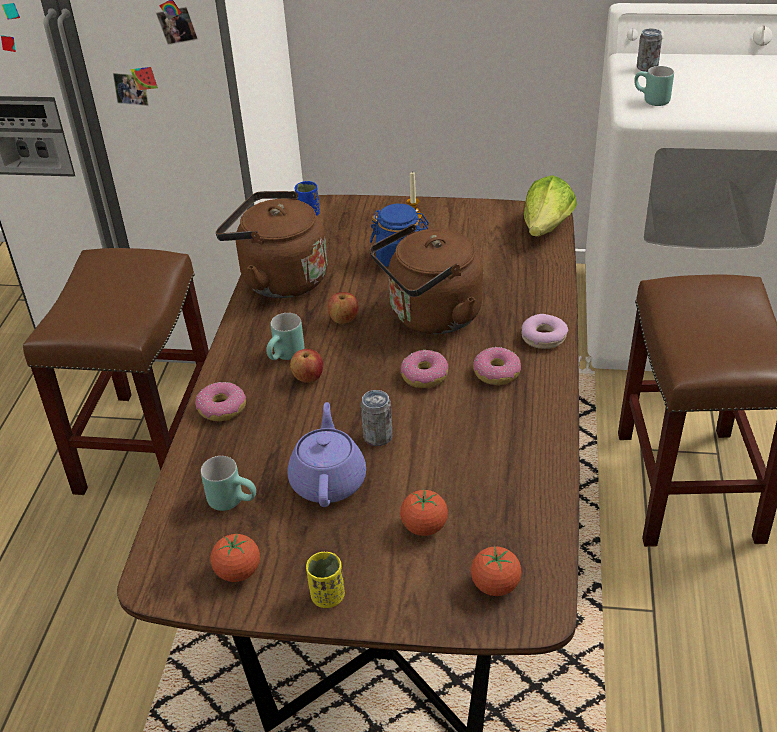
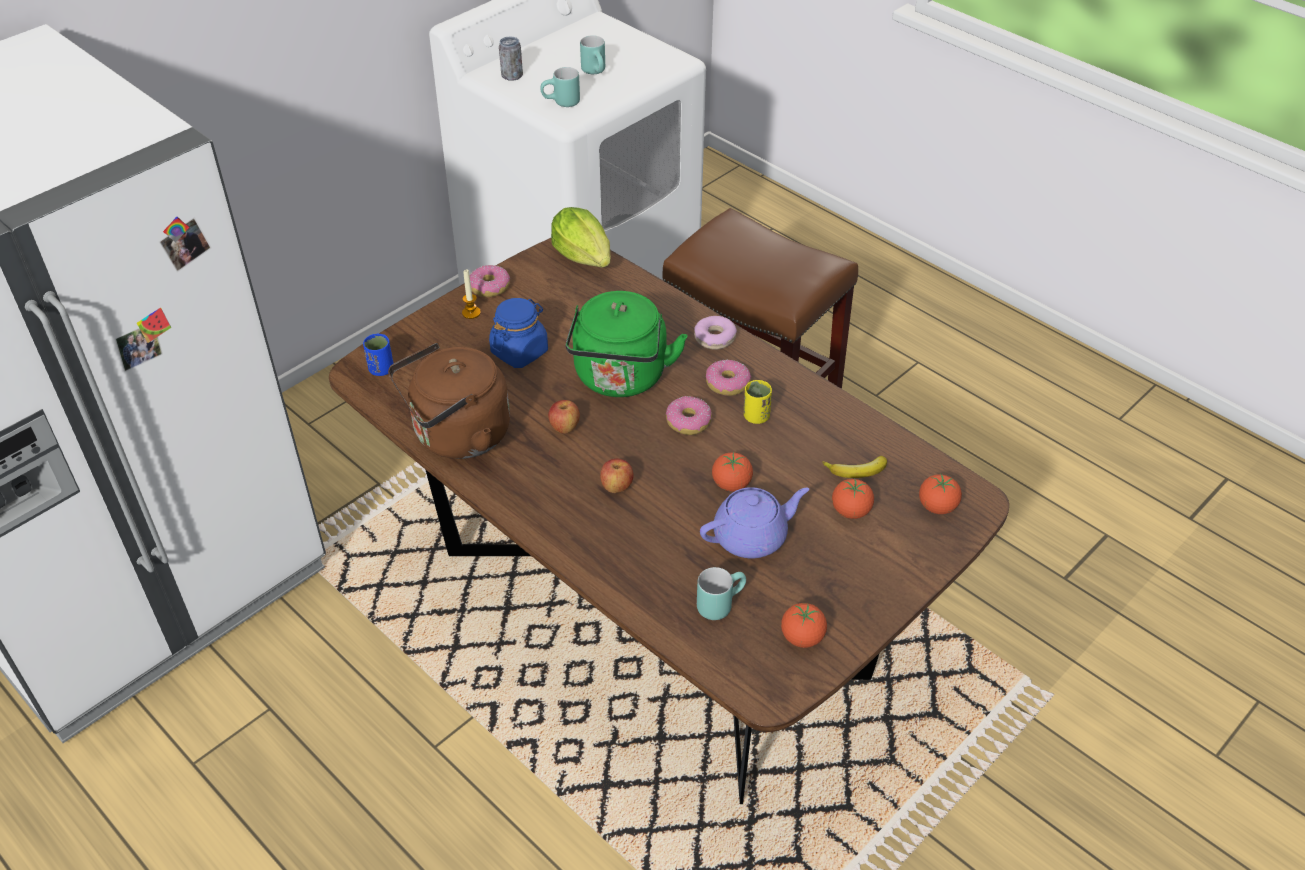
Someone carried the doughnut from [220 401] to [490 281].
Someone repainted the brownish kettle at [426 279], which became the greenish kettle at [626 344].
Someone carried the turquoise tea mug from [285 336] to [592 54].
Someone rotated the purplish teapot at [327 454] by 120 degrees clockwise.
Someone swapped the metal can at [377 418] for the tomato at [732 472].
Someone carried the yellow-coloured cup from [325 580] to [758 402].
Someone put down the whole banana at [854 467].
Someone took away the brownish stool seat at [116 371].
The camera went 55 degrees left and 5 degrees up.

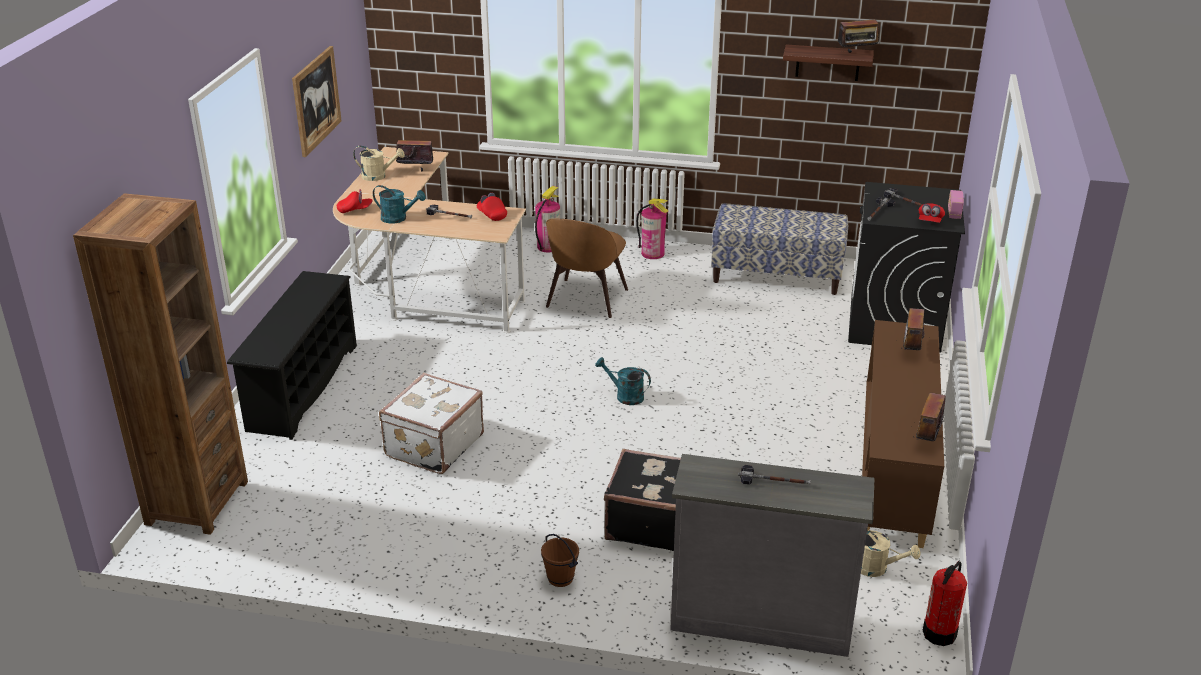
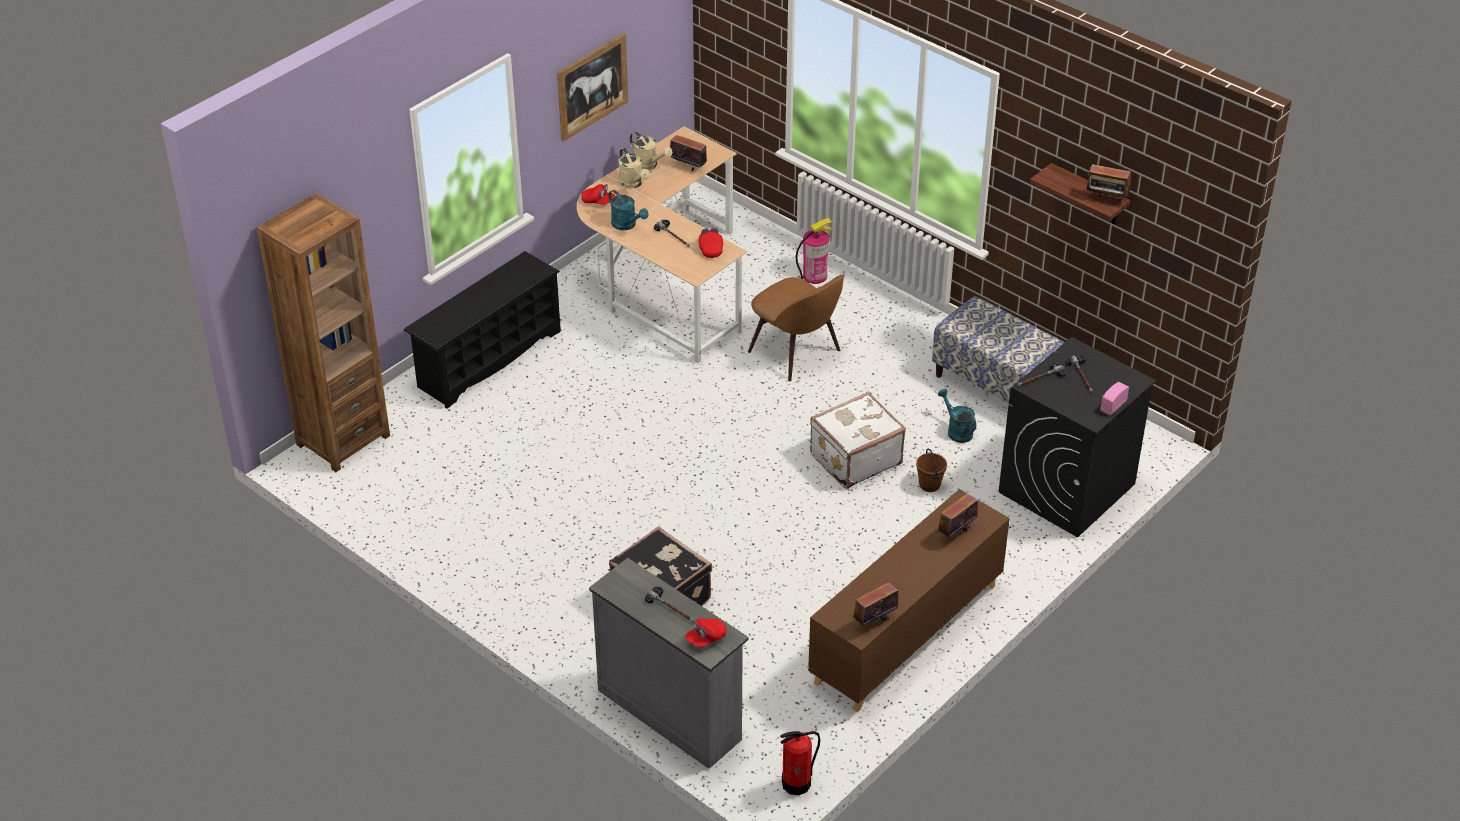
Someone carried the beige-coloured sprinkling can from [890 553] to [634 168].
Someone carried the reddish cap from [931 213] to [706 633].
Someone rotated the brownish plain chair at [587 268] by 90 degrees counterclockwise.
Someone carried the white-coloured travel case from [431 423] to [858 440].
Someone carried the brownish water bucket from [560 560] to [931 470].
Someone carried the turquoise sprinkling can from [623 381] to [957 416].
Someone took away the extinguisher at [652 229].
The camera went 30 degrees right and 10 degrees up.

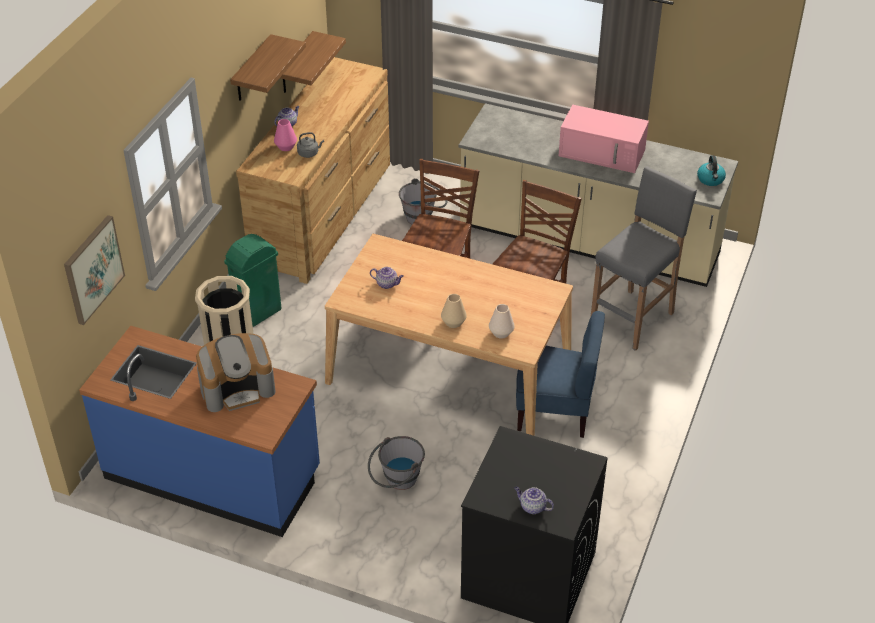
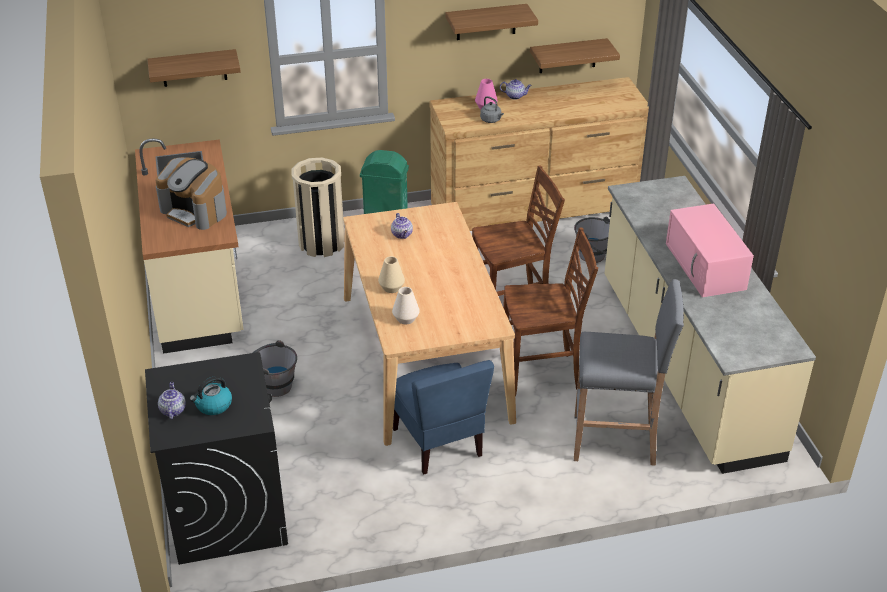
Someone repainted the blue-coloured counter at [199 431], which became the beige-coloured counter at [189 246].
Someone swapped the wall picture at [94 270] for the bracket shelf at [194 68].
Someone carried the kettle from [711 170] to [211 395].
The camera went 55 degrees right and 5 degrees down.

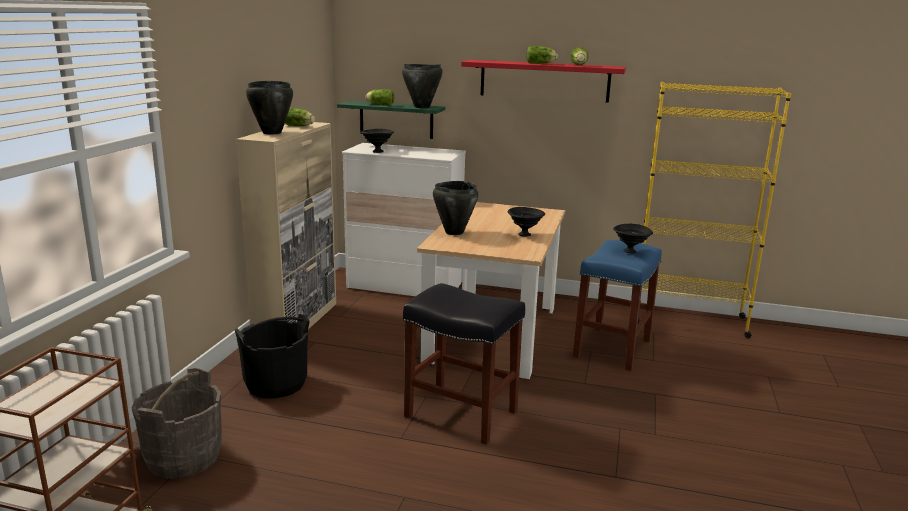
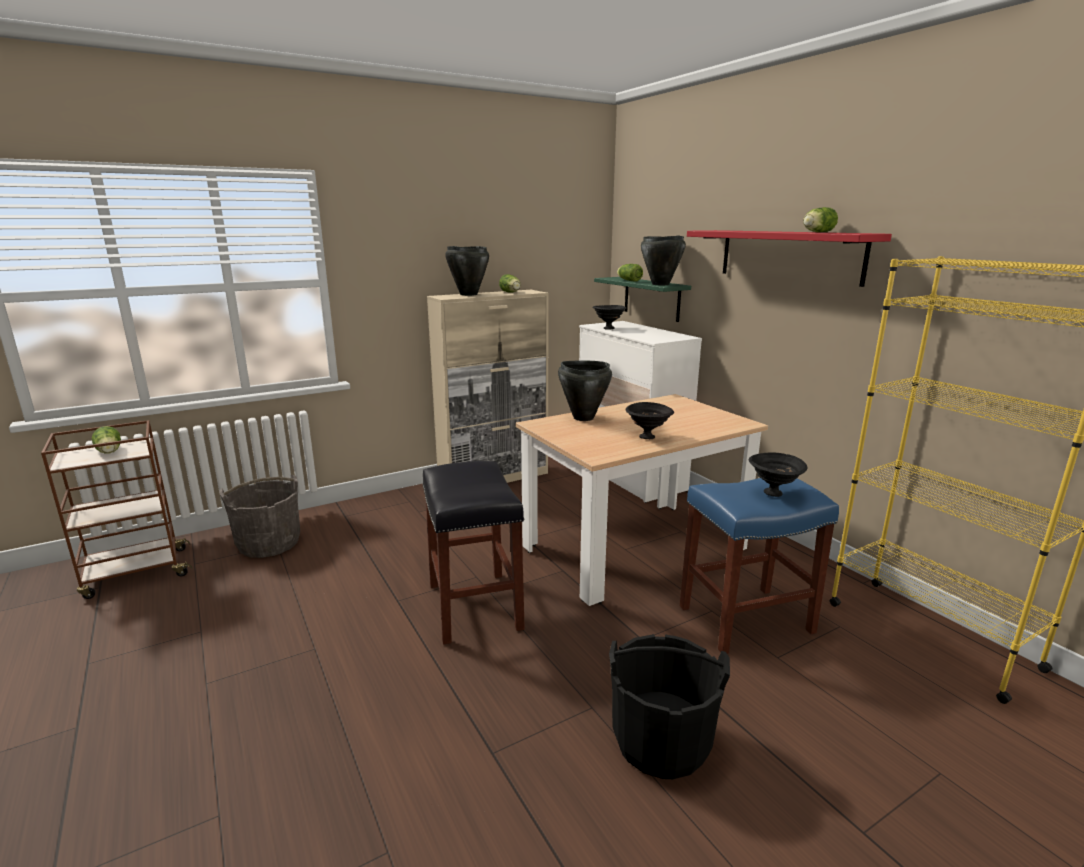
Someone carried the head of lettuce from [542 55] to [106 440].
Someone carried the black water bucket from [272 356] to [669 706].
The camera went 45 degrees right and 0 degrees up.

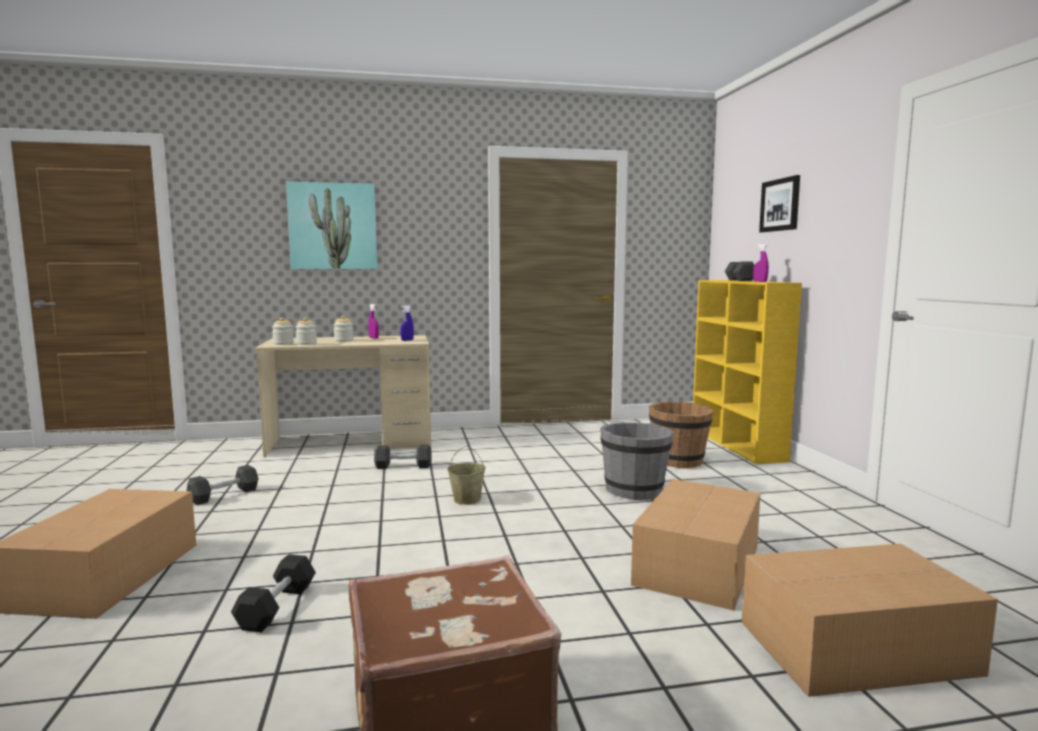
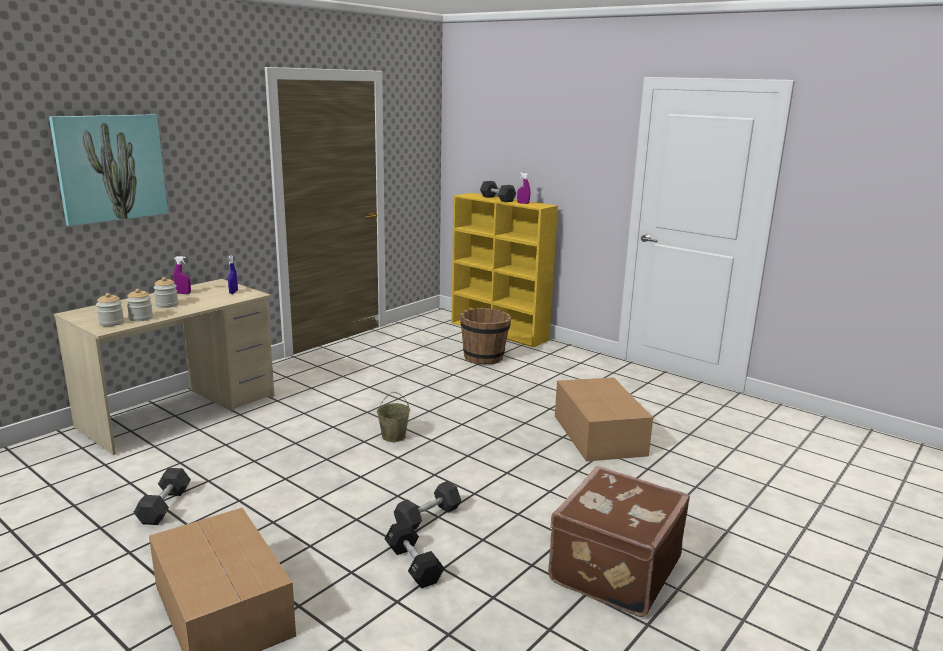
Someone carried the black hand weight from [403 456] to [427 505].
Someone took away the grey water bucket at [637 461].
Someone took away the packing box at [870 620].
Someone took away the wall picture at [779 203].
The camera went 40 degrees left and 10 degrees up.

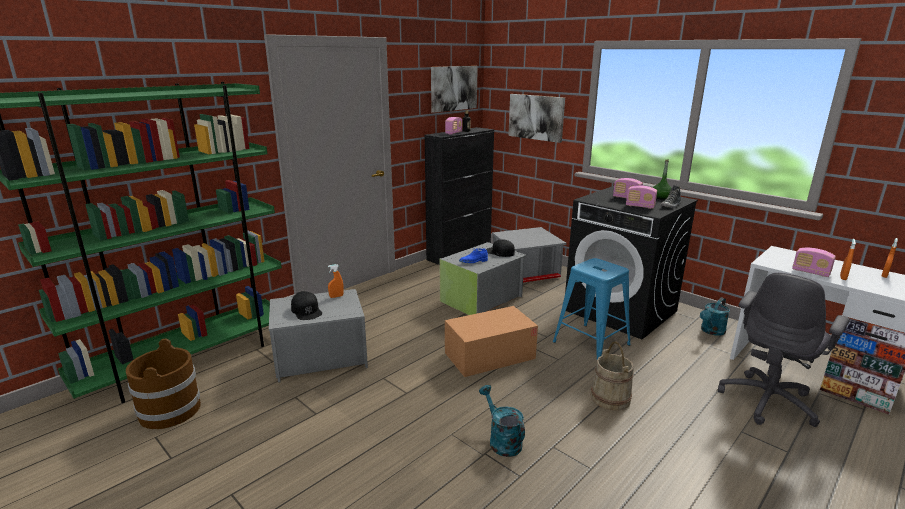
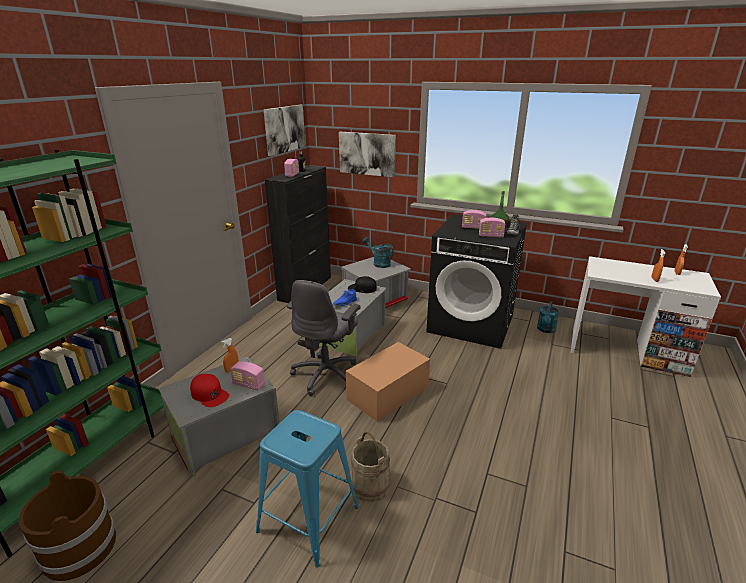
Someone repainted the black cap at [306 305], which became the reddish cap at [209 390].
Someone carried the radio from [814 262] to [247 376].
Someone carried the blue-coloured stool seat from [592 308] to [307 488].
Someone carried the grey desk chair from [784 349] to [324 338].
Someone carried the beige-coloured water bucket from [612 376] to [370 466].
Someone carried the turquoise sprinkling can from [502 421] to [378 252].
The camera went 20 degrees left and 5 degrees up.

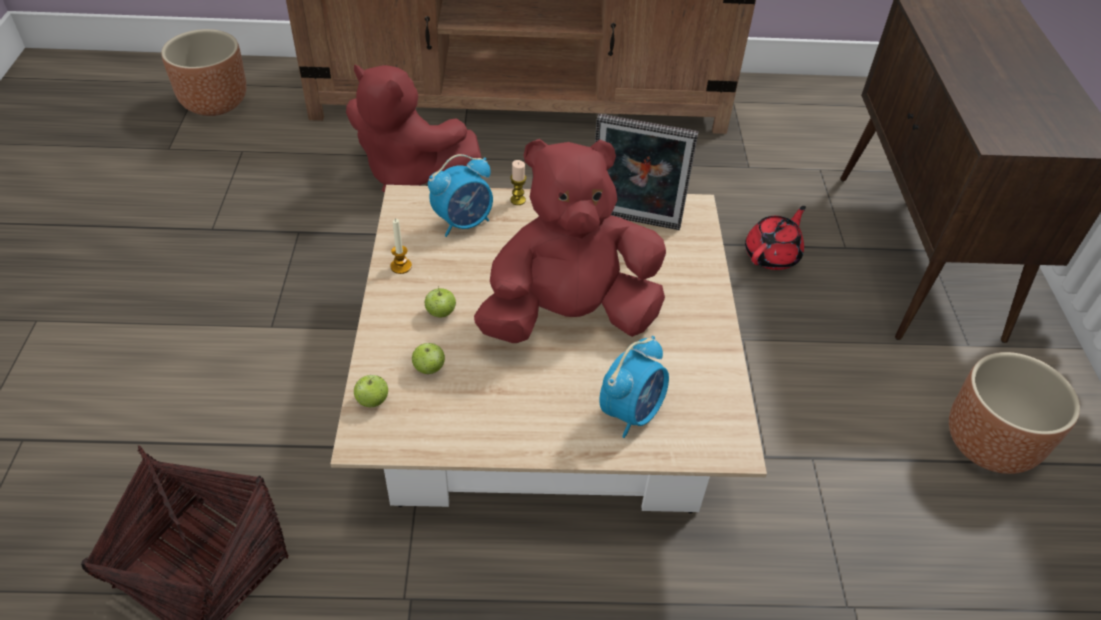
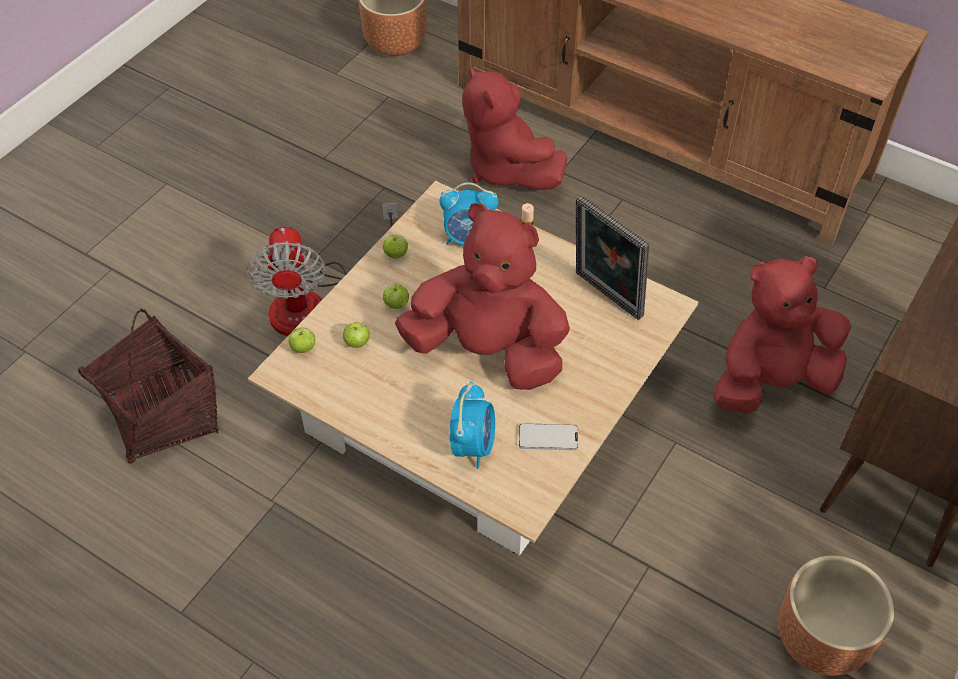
Someone put down the cooling fan at [322 269].
Someone swapped the wax candle at [401 246] for the apple at [395 247].
Someone rotated the alarm clock at [634 387] by 60 degrees counterclockwise.
Someone put down the handset at [548 436].
Someone swapped the reddish teapot at [775 238] for the reddish plush toy at [783 335].
The camera went 35 degrees right and 5 degrees up.

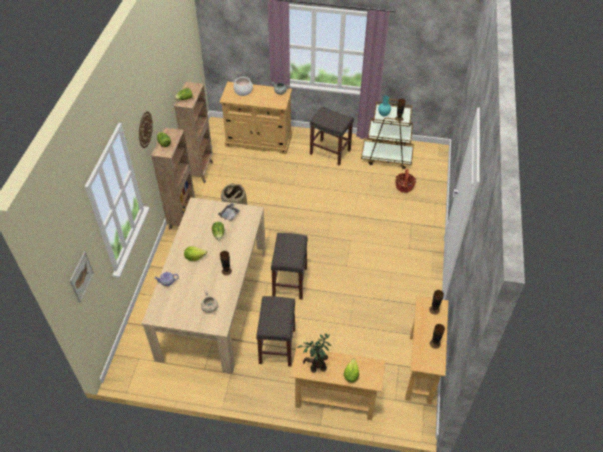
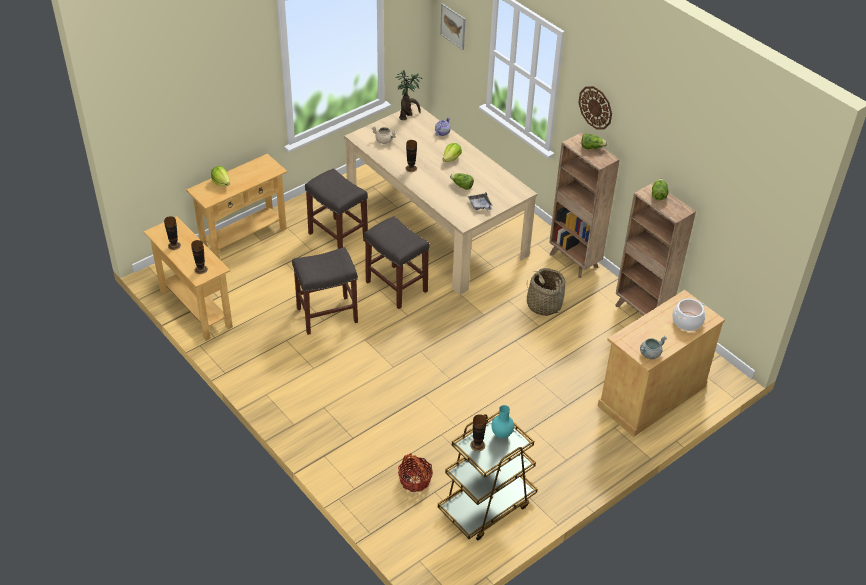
Someone carried the grey stool seat from [332 136] to [325 291].
Someone carried the plant in a pot from [314 353] to [409 95].
The camera went 130 degrees right and 5 degrees down.

